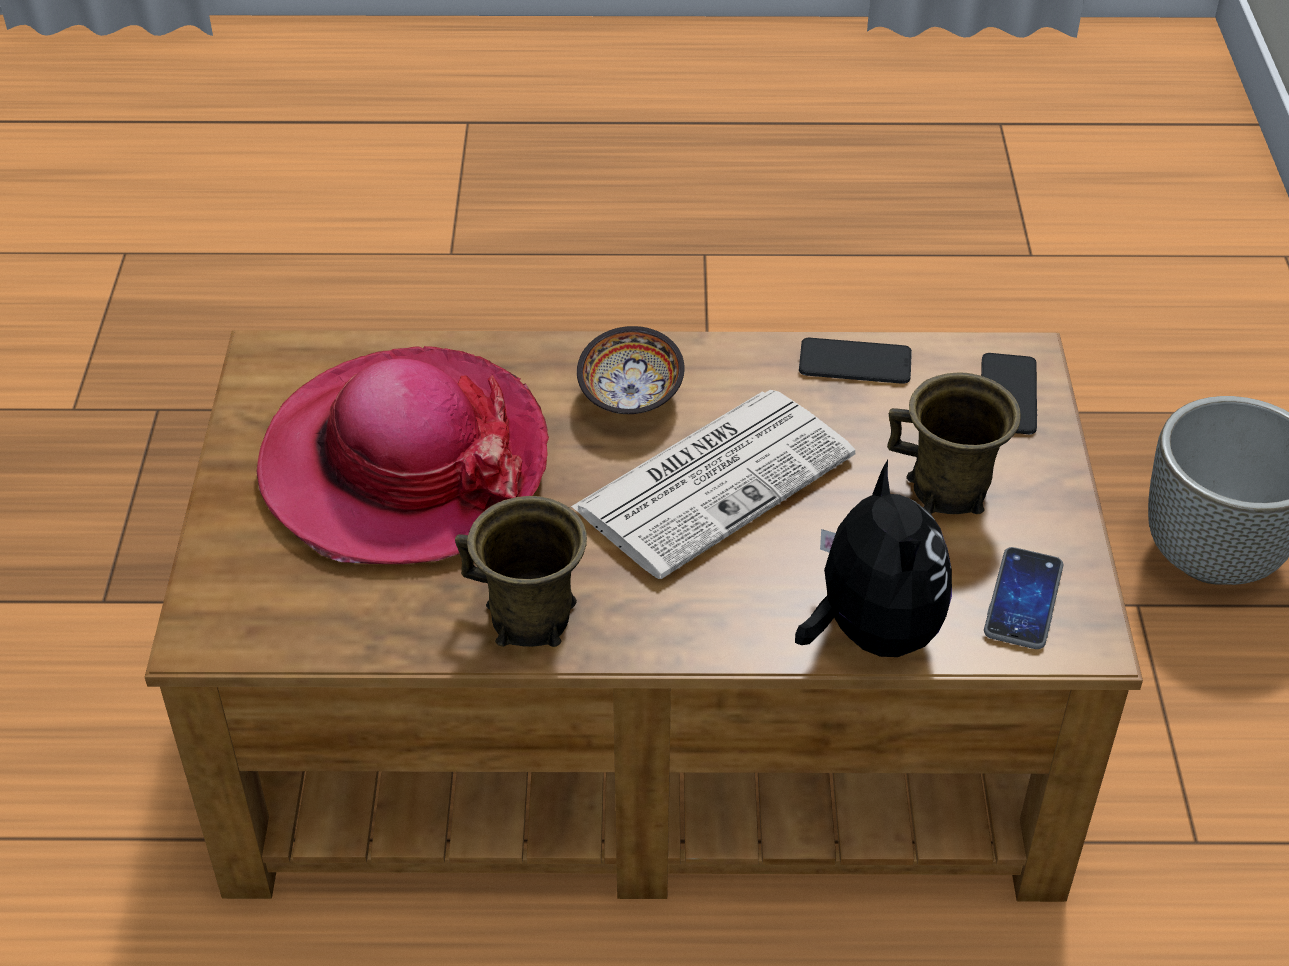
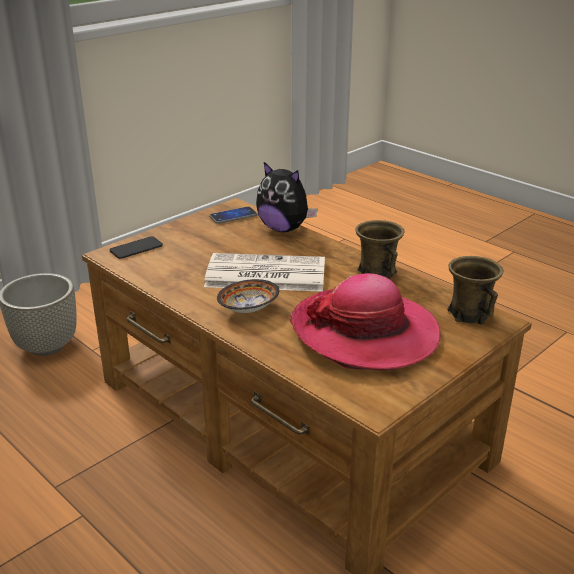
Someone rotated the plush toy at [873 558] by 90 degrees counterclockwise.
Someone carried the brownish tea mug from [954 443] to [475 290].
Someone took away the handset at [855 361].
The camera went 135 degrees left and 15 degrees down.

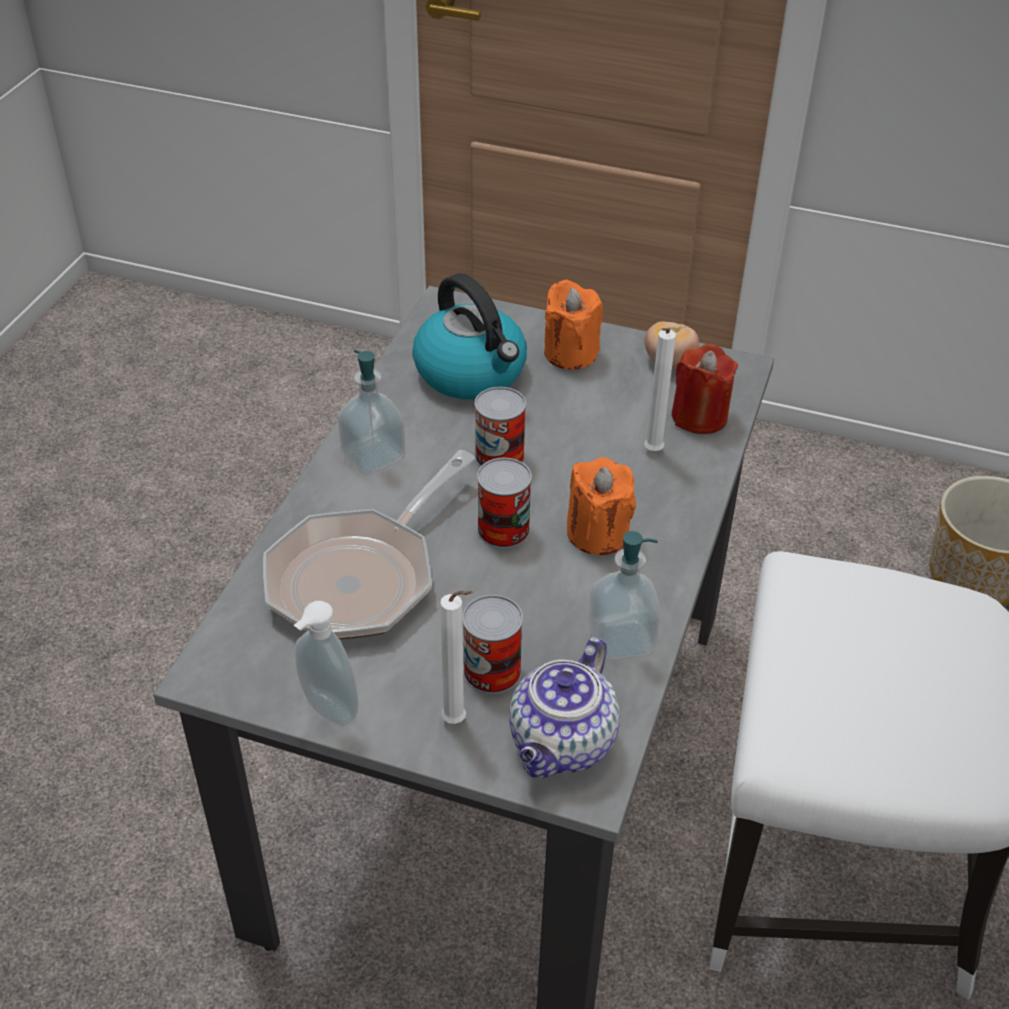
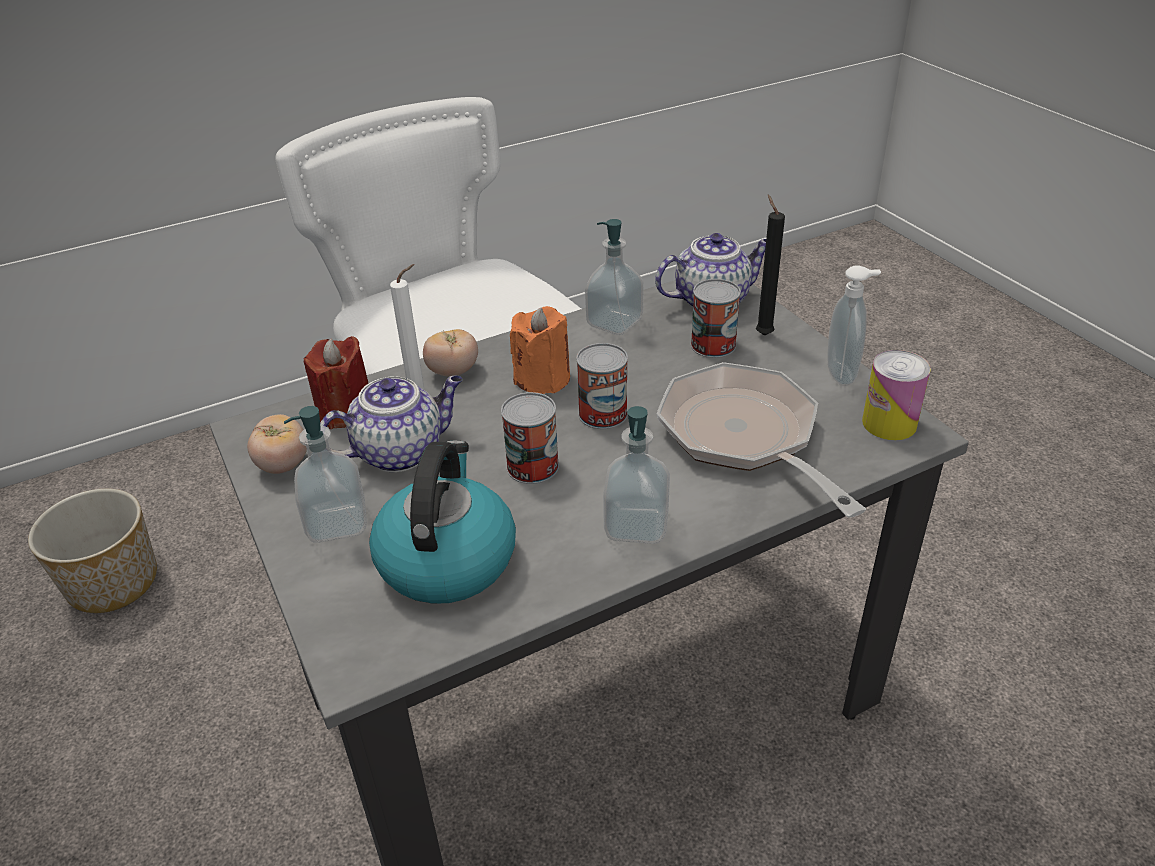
Someone swapped the orange wax candle at [573 324] for the soap bottle at [325 474].
Someone put down the teapot at [391 424].
Someone put down the tomato at [450 353].
Someone rotated the skillet at [369 544] by 105 degrees counterclockwise.
Someone repainted the white-coloured wax candle at [456 657], which became the black wax candle at [770 264].
Someone put down the metal can at [896 395].
The camera went 135 degrees left and 5 degrees down.

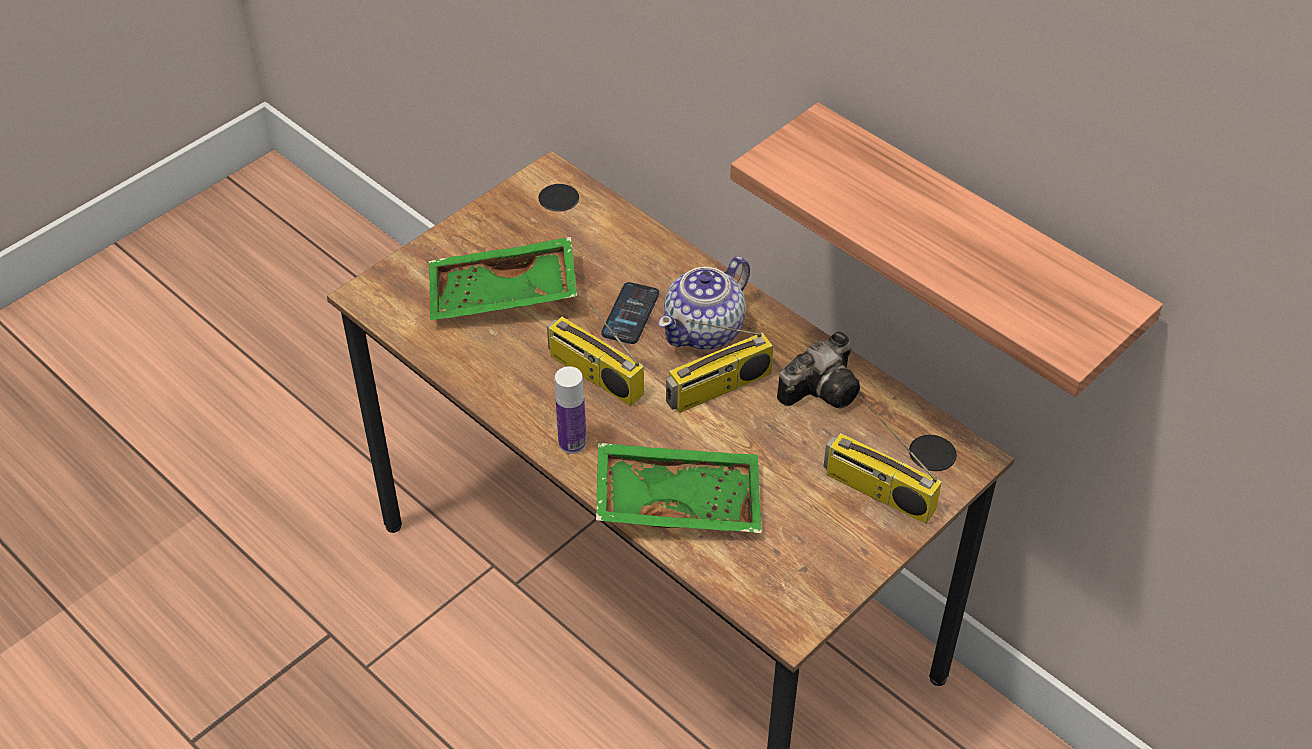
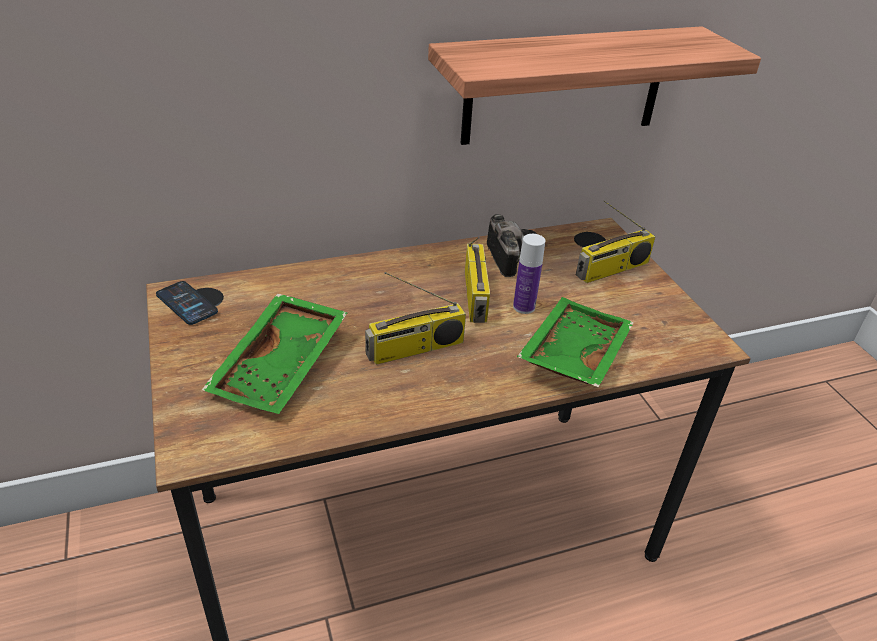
Someone carried the handset from [630 313] to [187 303].
Someone carried the bottle from [570 410] to [529 274].
Someone took away the teapot at [704 303].
The camera went 65 degrees left and 10 degrees down.

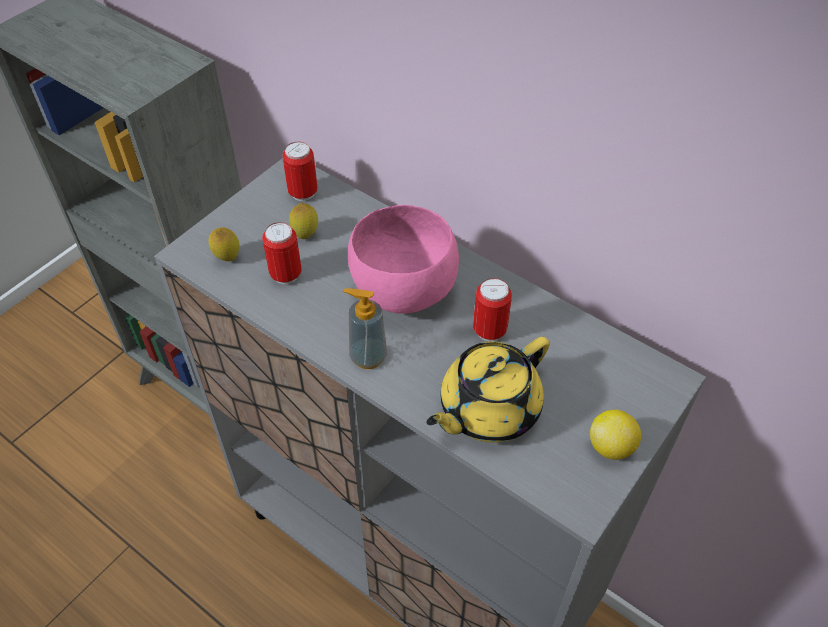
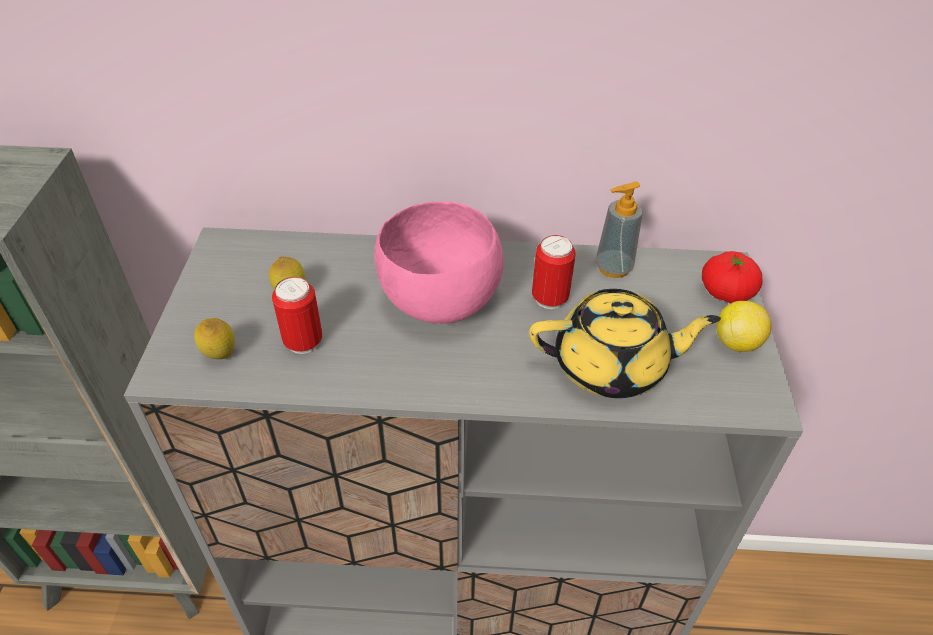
Someone rotated the yellow-coloured teapot at [488 390] by 105 degrees counterclockwise.
Someone carried the soap bottle from [365 328] to [619 230].
Someone put down the tomato at [732 277].
Someone took away the metal can at [300 171].
The camera went 35 degrees left and 5 degrees down.

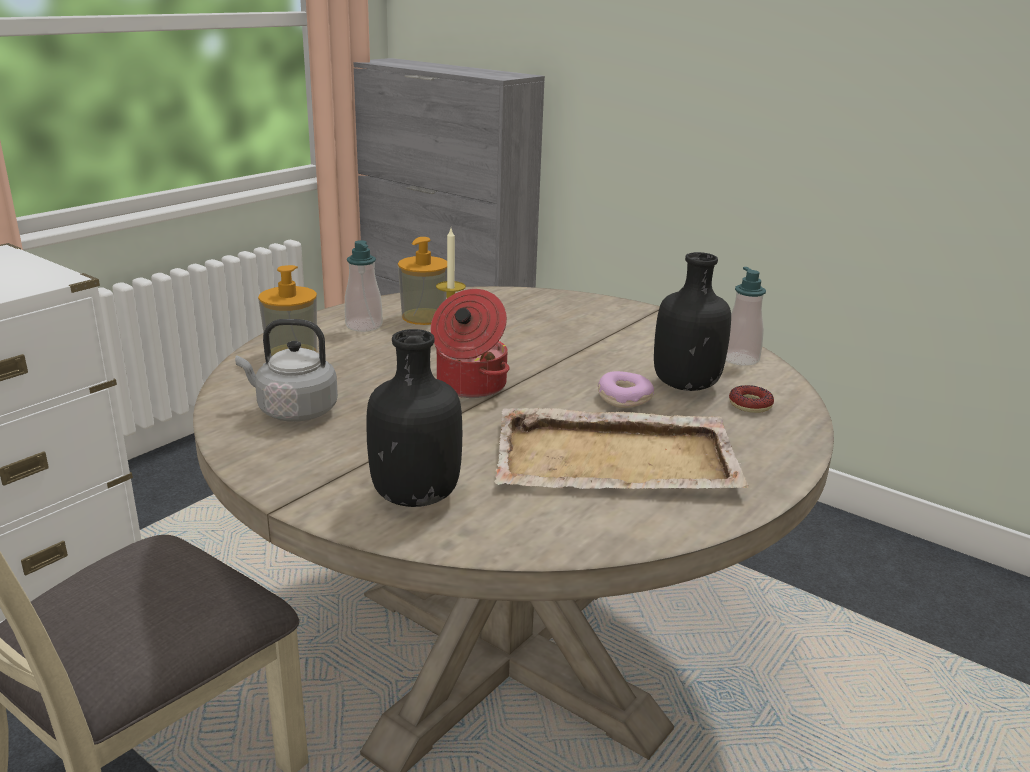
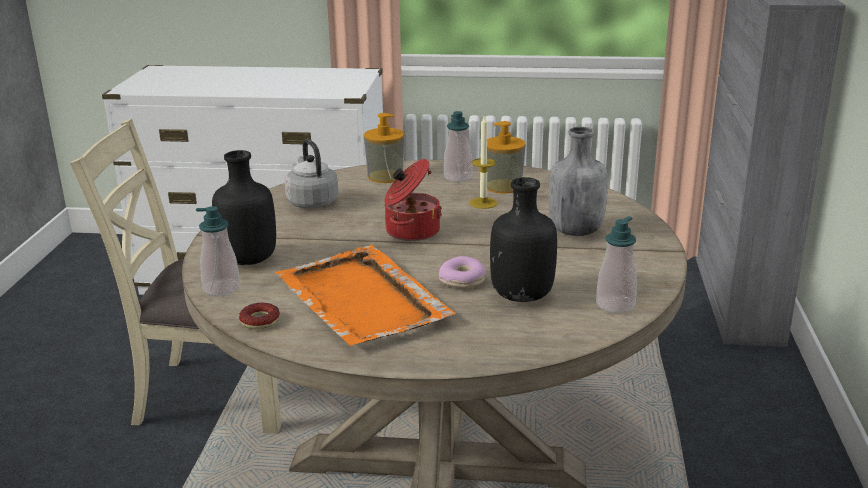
Someone put down the soap bottle at [218 251].
Someone carried the doughnut from [751 399] to [259 316].
Someone repainted the beige-coloured tray at [621 448], which became the orange tray at [365 295].
Someone put down the grey bottle at [578 181].
The camera went 60 degrees right and 0 degrees up.

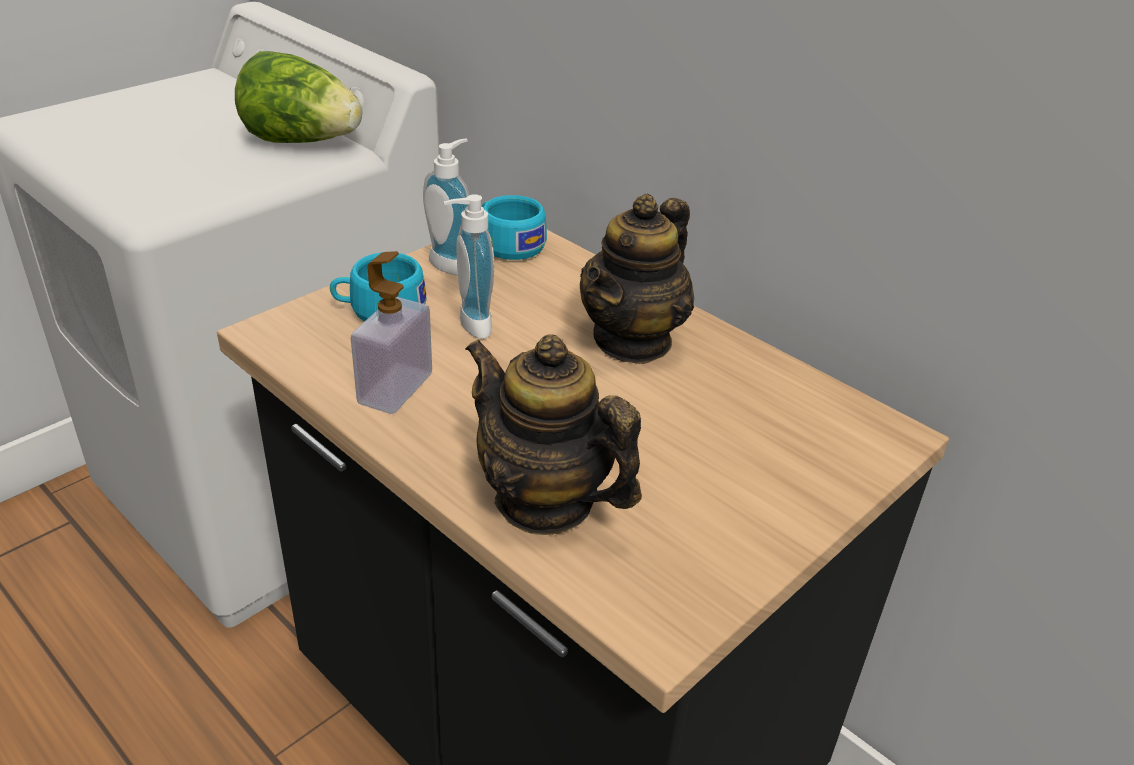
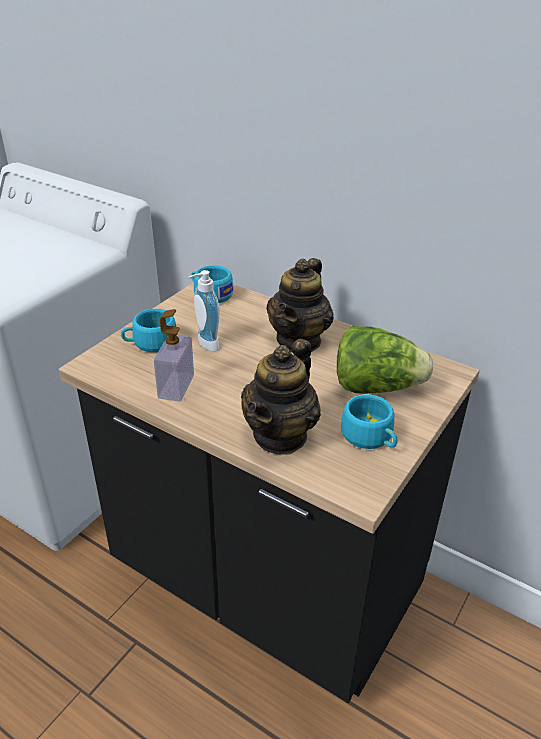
Someone rotated the teapot at [553 434] by 90 degrees counterclockwise.
Someone carried the head of lettuce from [298 97] to [385 360].
Someone put down the turquoise cup at [369 421].
Someone took away the soap bottle at [446 207].
The camera went 10 degrees left and 0 degrees up.

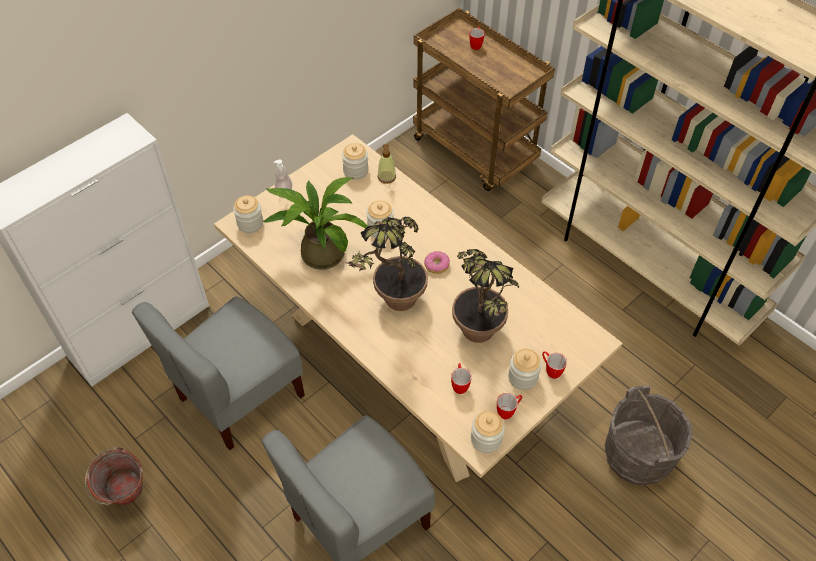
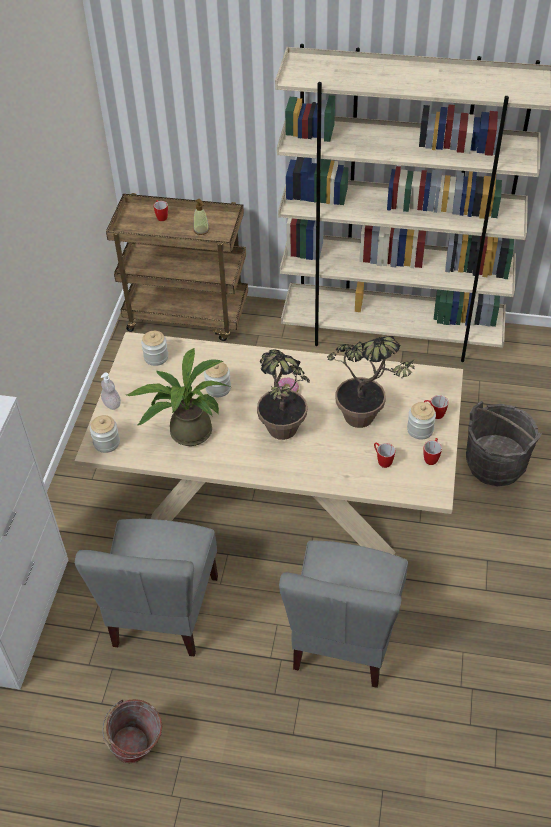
Someone carried the soap bottle from [387 164] to [201 217].
Someone took away the preserve jar at [488 432].
The camera went 35 degrees left and 5 degrees down.

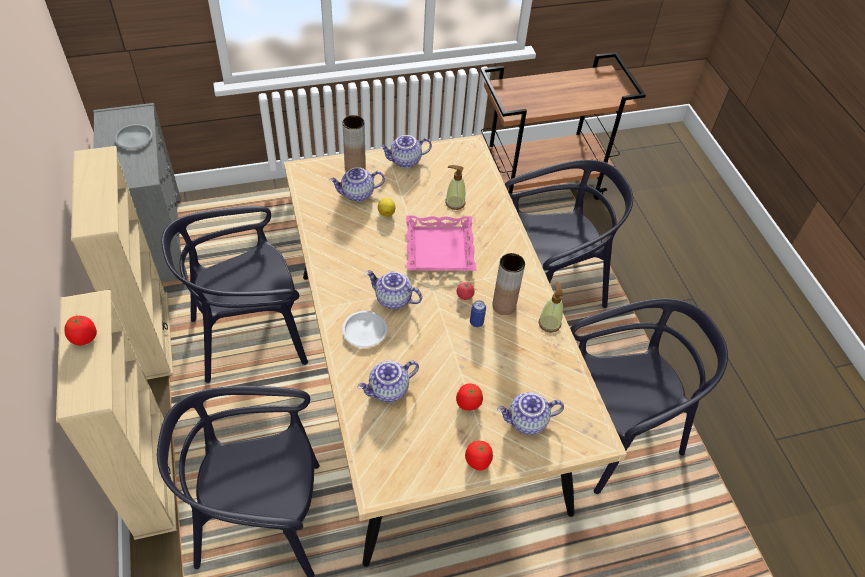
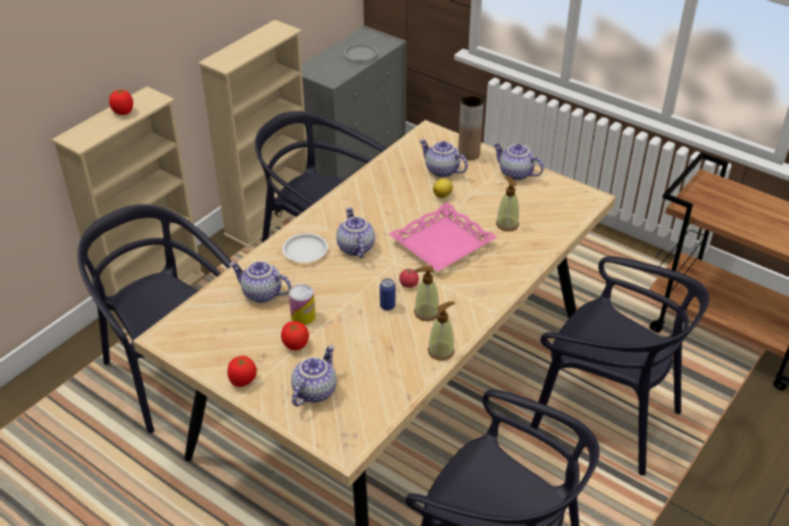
Someone put down the metal can at [302 304].
Someone rotated the teapot at [530 413] by 75 degrees clockwise.
Someone swapped the brownish decorative vase at [508 284] for the soap bottle at [426 293].
The camera went 55 degrees right and 10 degrees down.

